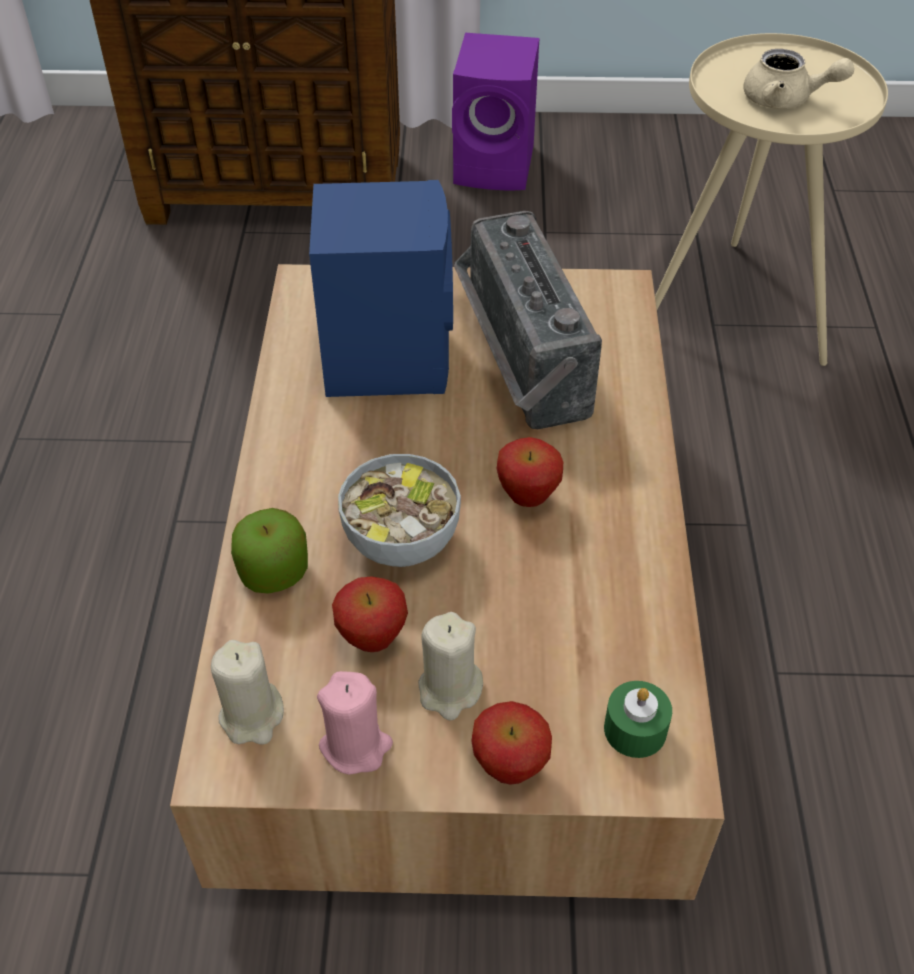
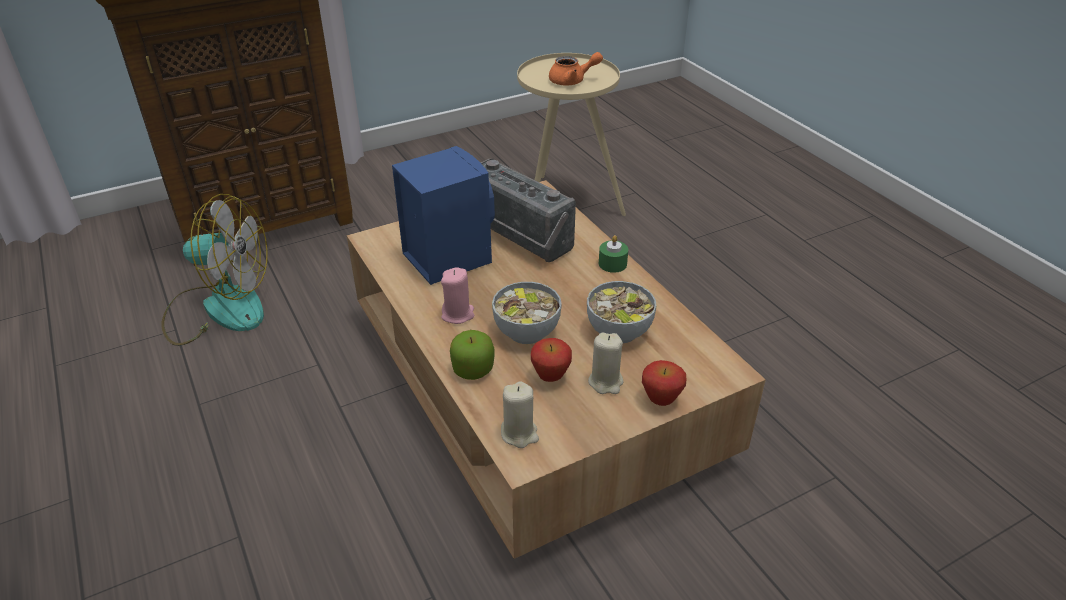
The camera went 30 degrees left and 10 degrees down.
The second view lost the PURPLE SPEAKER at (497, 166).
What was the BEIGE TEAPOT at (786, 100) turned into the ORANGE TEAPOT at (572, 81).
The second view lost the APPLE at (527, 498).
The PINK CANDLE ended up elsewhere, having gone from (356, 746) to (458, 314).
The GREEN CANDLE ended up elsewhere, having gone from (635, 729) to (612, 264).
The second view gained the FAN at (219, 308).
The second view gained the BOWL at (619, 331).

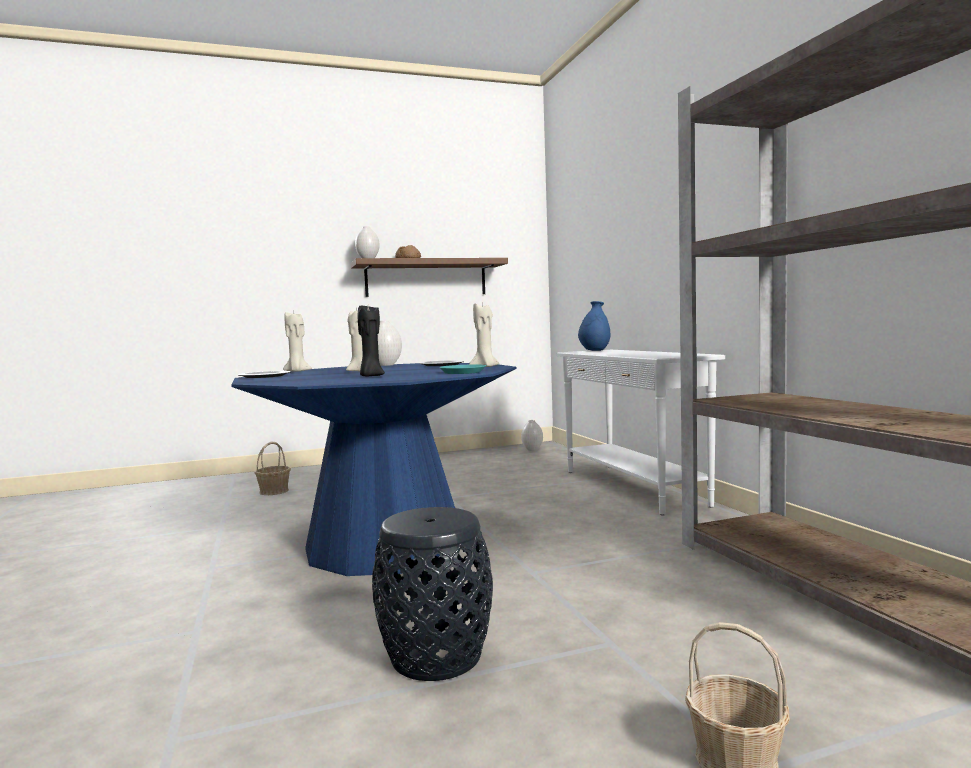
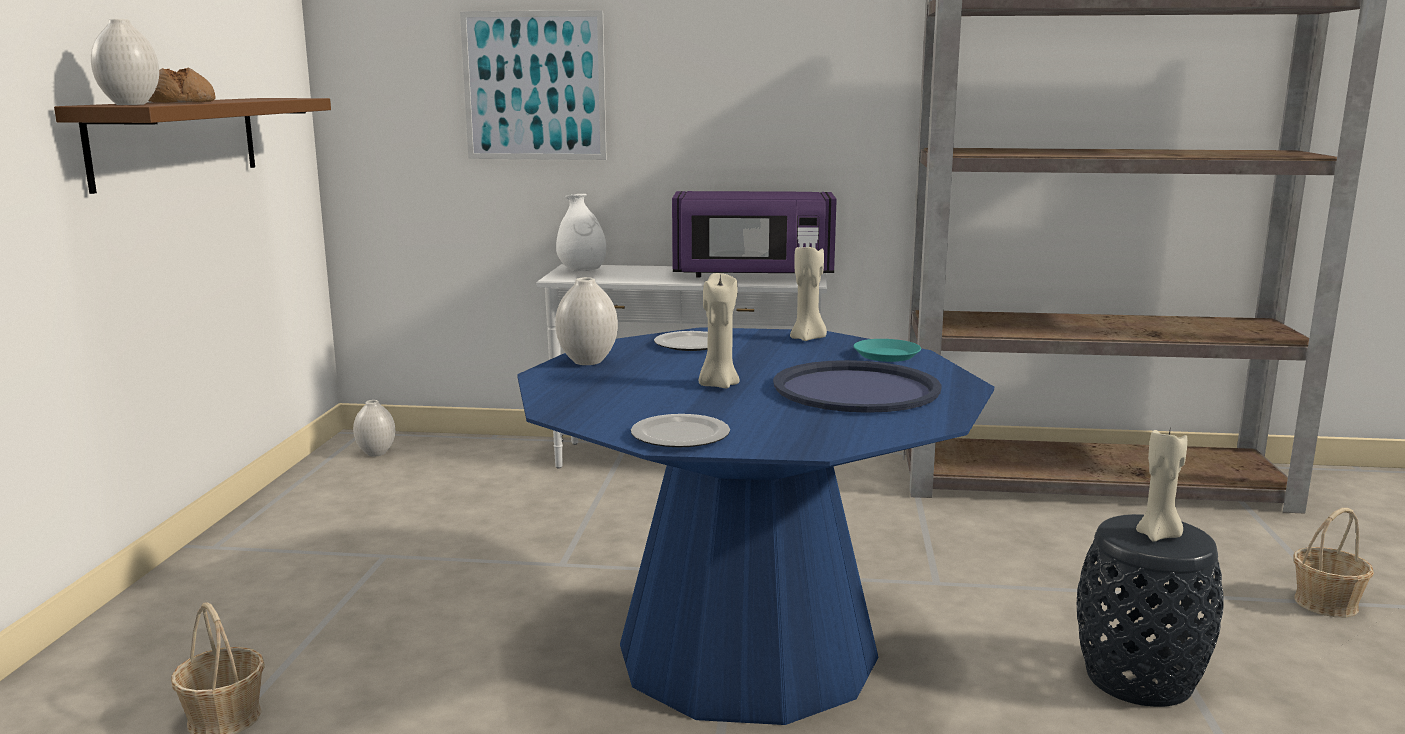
The camera went 65 degrees left and 10 degrees up.
What was the BLUE VASE at (594, 351) turned into the WHITE VASE at (582, 272).
Where the BLACK CANDLE stood at (371, 376), the BLUE TRAY came to stand at (856, 389).
The BEIGE CANDLE ended up elsewhere, having gone from (297, 371) to (1158, 536).
The second view gained the PICTURE at (534, 86).
The second view gained the PURPLE MICROWAVE at (752, 275).

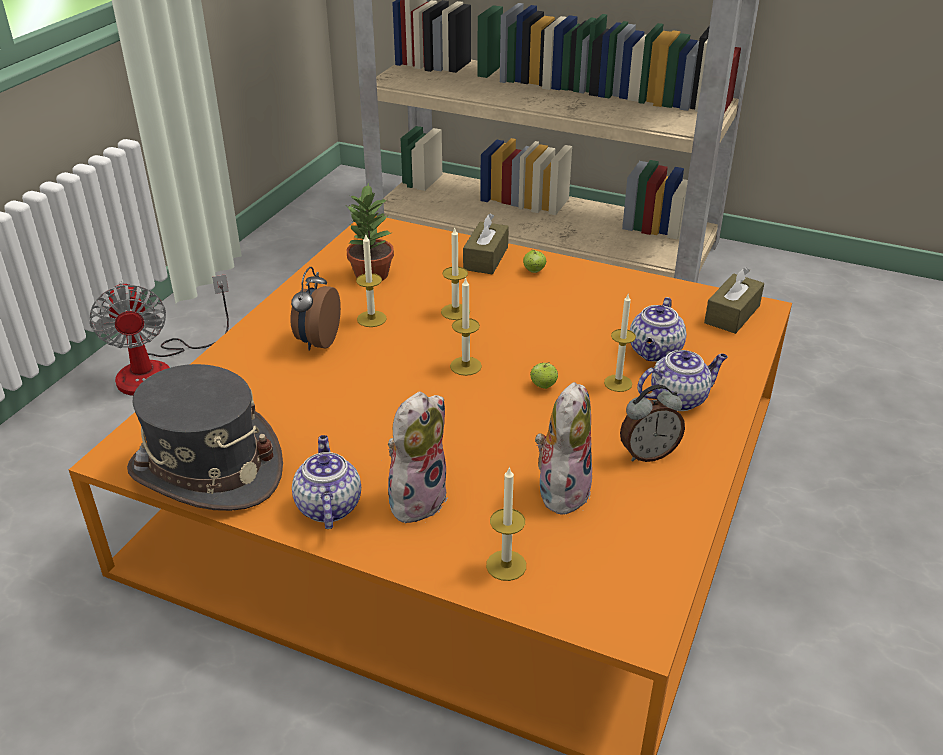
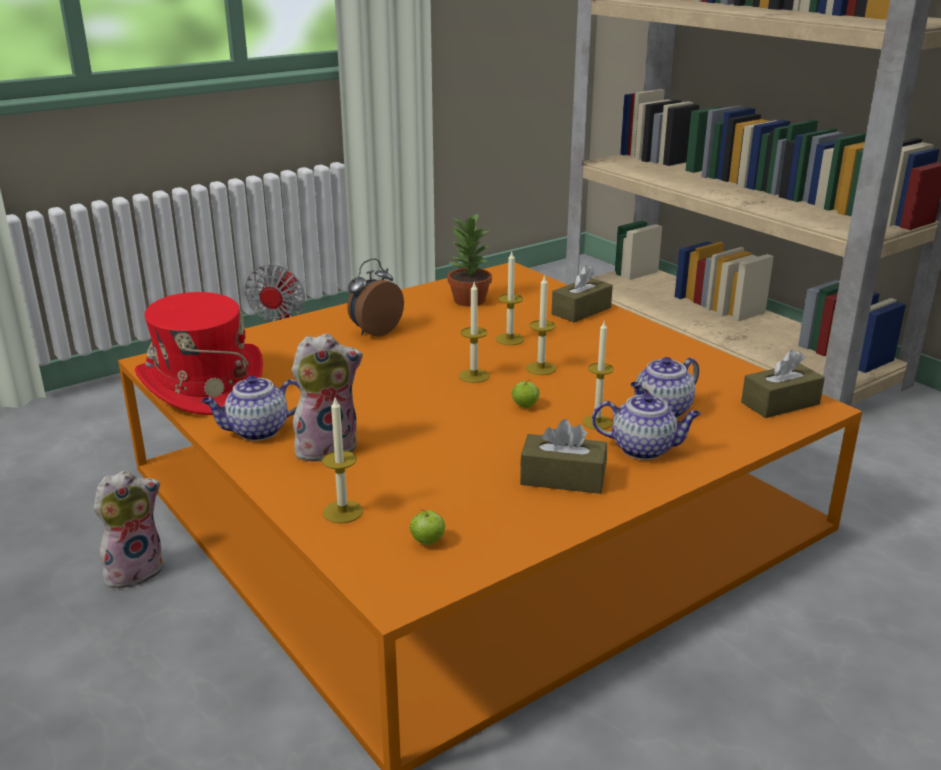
The camera went 30 degrees right and 10 degrees down.
The CANDLE ended up elsewhere, having gone from (371, 319) to (541, 368).
The APPLE ended up elsewhere, having gone from (534, 271) to (427, 542).
What was the GREY HAT at (207, 470) turned into the RED HAT at (201, 385).
The PLUSH TOY ended up elsewhere, having gone from (561, 489) to (135, 570).
Where the ALARM CLOCK stood at (648, 453), the BROWN TISSUE BOX came to stand at (563, 478).
The TEAPOT at (328, 506) ended up facing another way, 135 degrees counterclockwise from before.

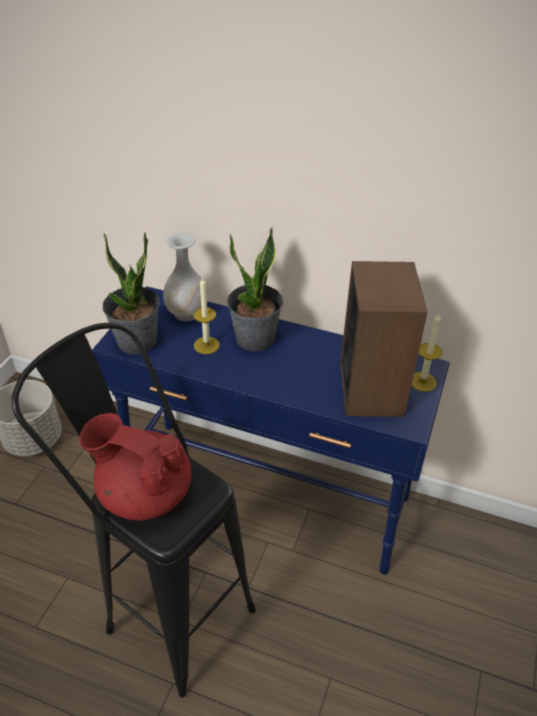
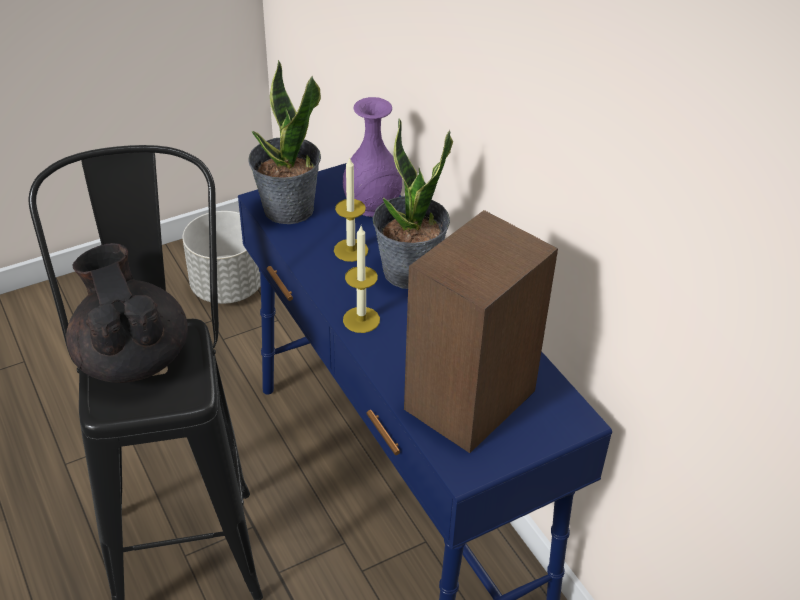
The camera went 40 degrees right and 0 degrees up.
What was the WHITE VASE at (187, 313) turned into the PURPLE VASE at (372, 206).
The CANDLE ended up elsewhere, having gone from (422, 382) to (361, 320).
What was the RED TEAPOT at (144, 493) turned into the BLACK TEAPOT at (132, 358).

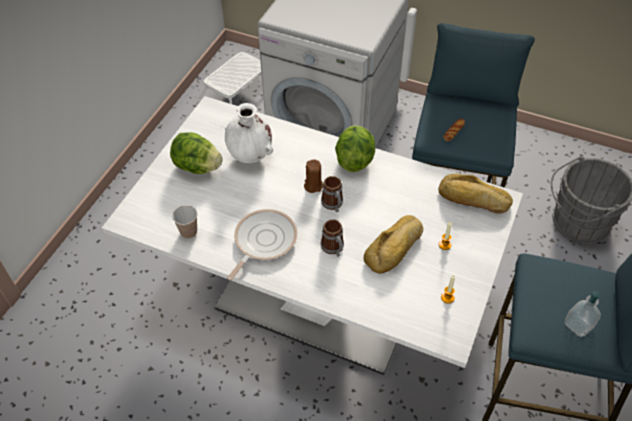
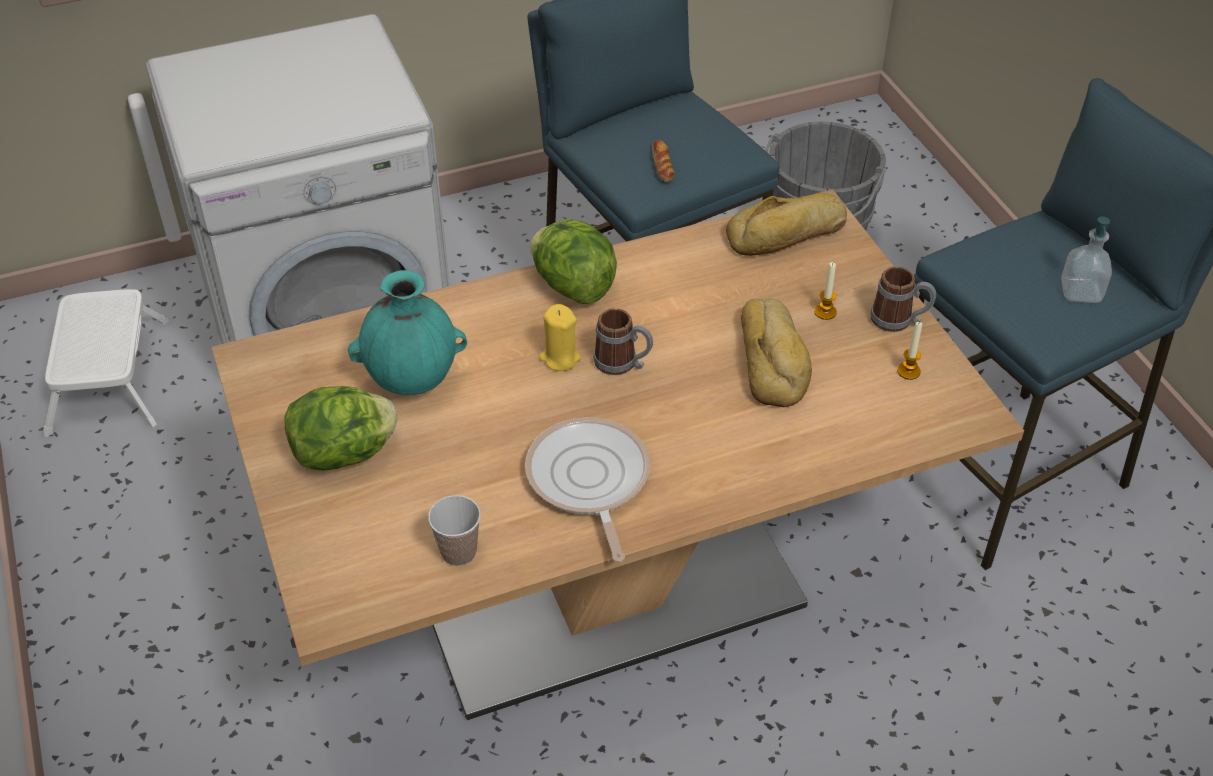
The camera went 45 degrees left and 5 degrees down.
What was the WHITE DINING TABLE at (316, 301) turned into the BROWN DINING TABLE at (606, 586).
What was the WHITE VASE at (250, 157) turned into the TURQUOISE VASE at (413, 383).
What was the BROWN CANDLE at (313, 185) turned into the YELLOW CANDLE at (559, 358).
The MUG ended up elsewhere, having gone from (334, 249) to (899, 321).

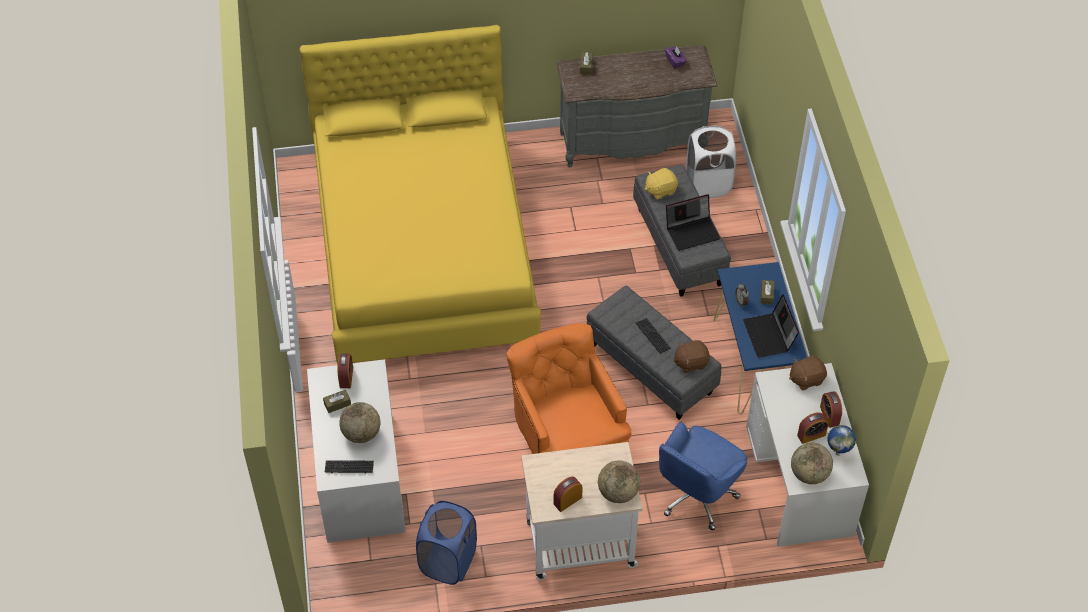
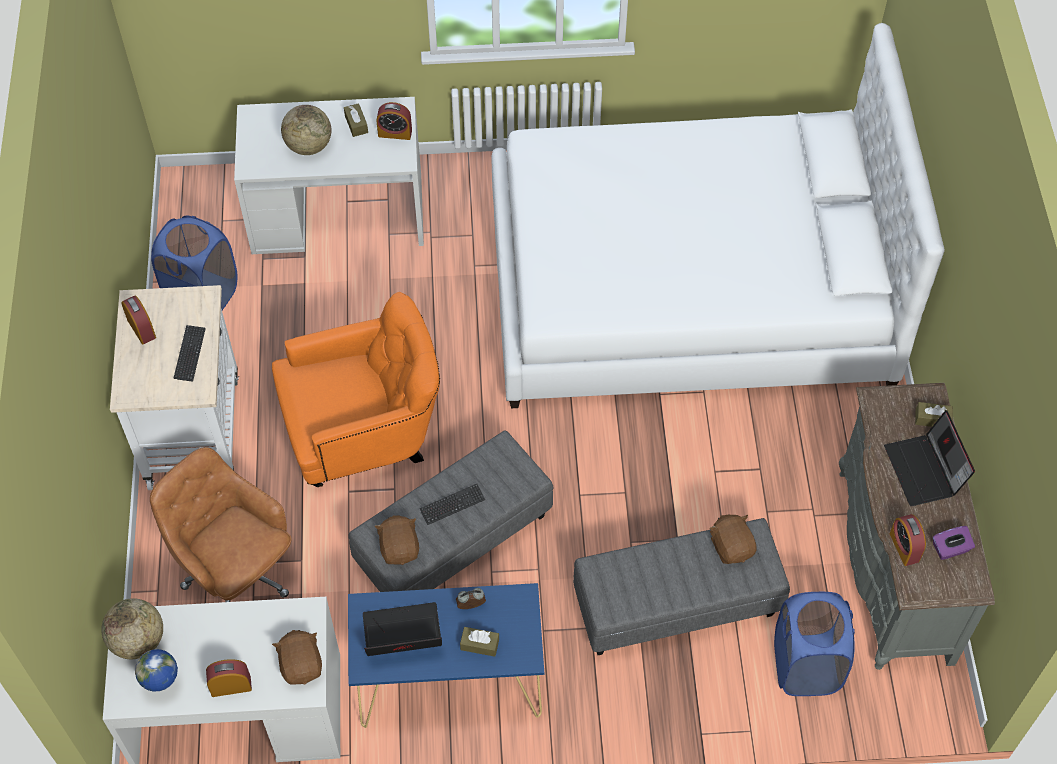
The camera went 95 degrees right and 5 degrees up.
What was the YELLOW BED at (424, 248) turned into the WHITE BED at (689, 289).
What was the WHITE LAUNDRY BASKET at (708, 184) turned into the BLUE LAUNDRY BASKET at (806, 666).
What was the YELLOW PLUSH TOY at (660, 190) turned into the BROWN PLUSH TOY at (731, 546).
The LAPTOP ended up elsewhere, having gone from (692, 231) to (925, 471).
The ALARM CLOCK ended up elsewhere, having gone from (811, 435) to (904, 547).
What was the BLUE OFFICE CHAIR at (696, 495) turned into the BROWN OFFICE CHAIR at (239, 574).
The KEYBOARD ended up elsewhere, having gone from (349, 467) to (190, 354).
The second view lost the GLOBE at (618, 492).

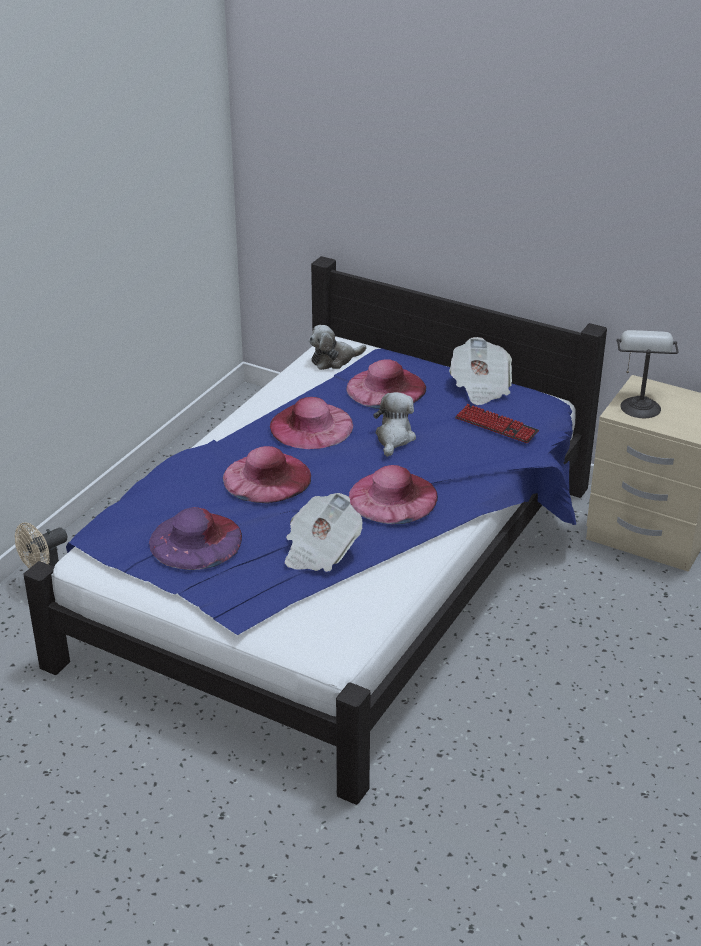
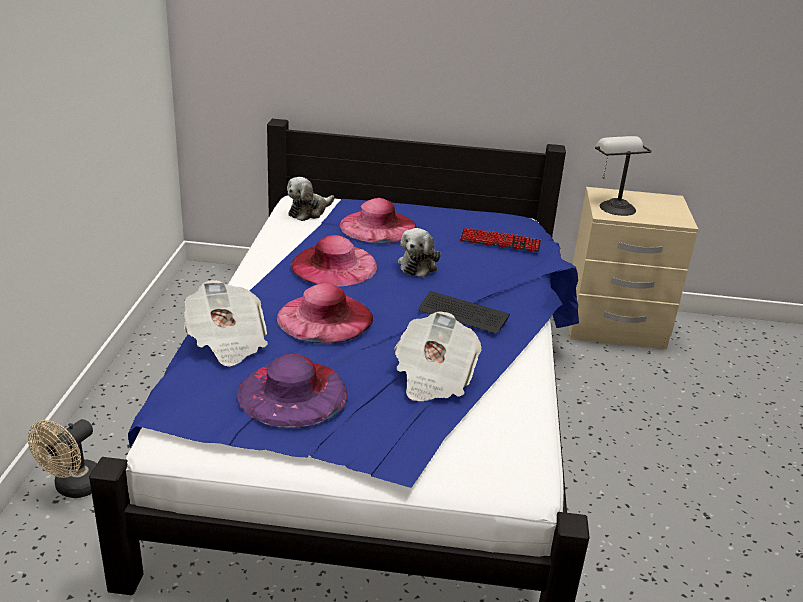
The camera went 25 degrees left and 5 degrees down.
The NEWSPAPER ended up elsewhere, having gone from (480, 387) to (227, 342).
The PLUSH TOY at (394, 438) ended up facing another way, 150 degrees counterclockwise from before.
Where the PINK HAT stood at (393, 497), the KEYBOARD came to stand at (463, 314).

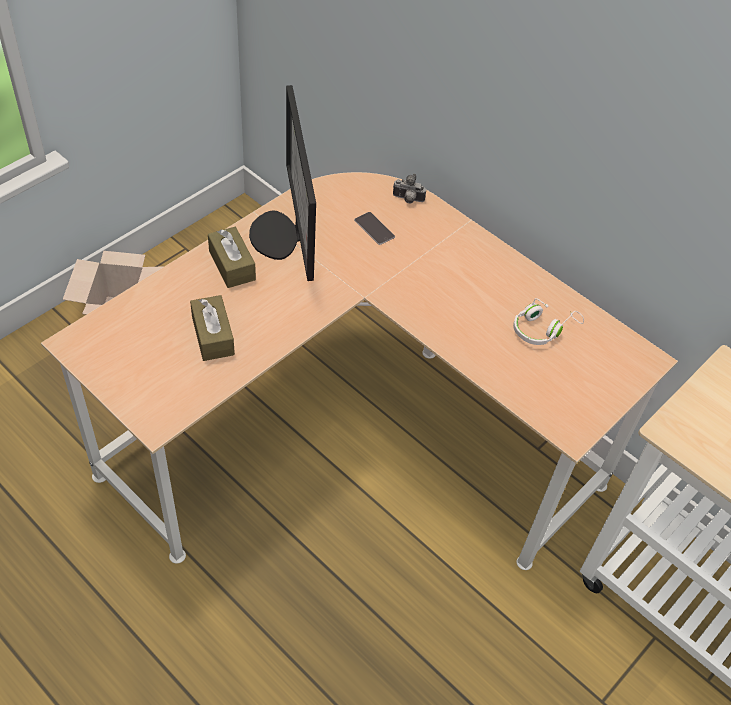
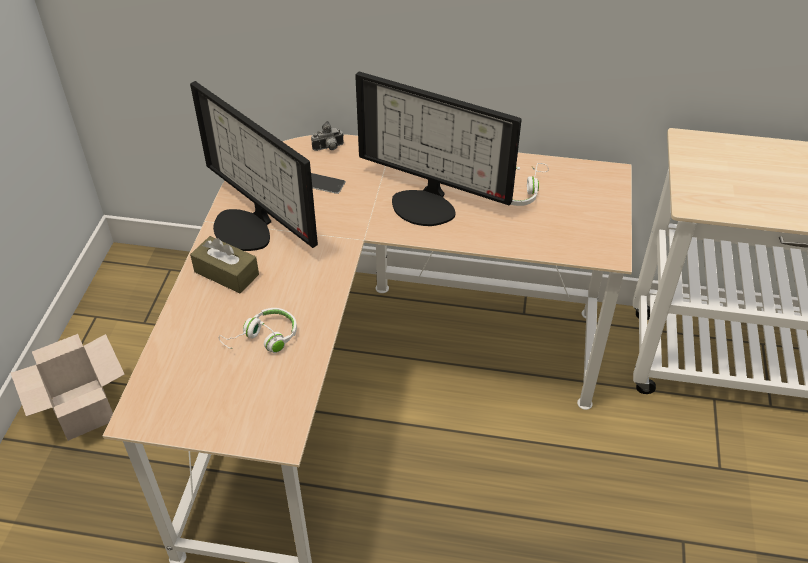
The camera went 30 degrees left and 5 degrees down.
Where the BROWN TISSUE BOX stood at (213, 336), the WHITE HEADPHONES came to stand at (263, 339).
The second view gained the MONITOR at (427, 203).

